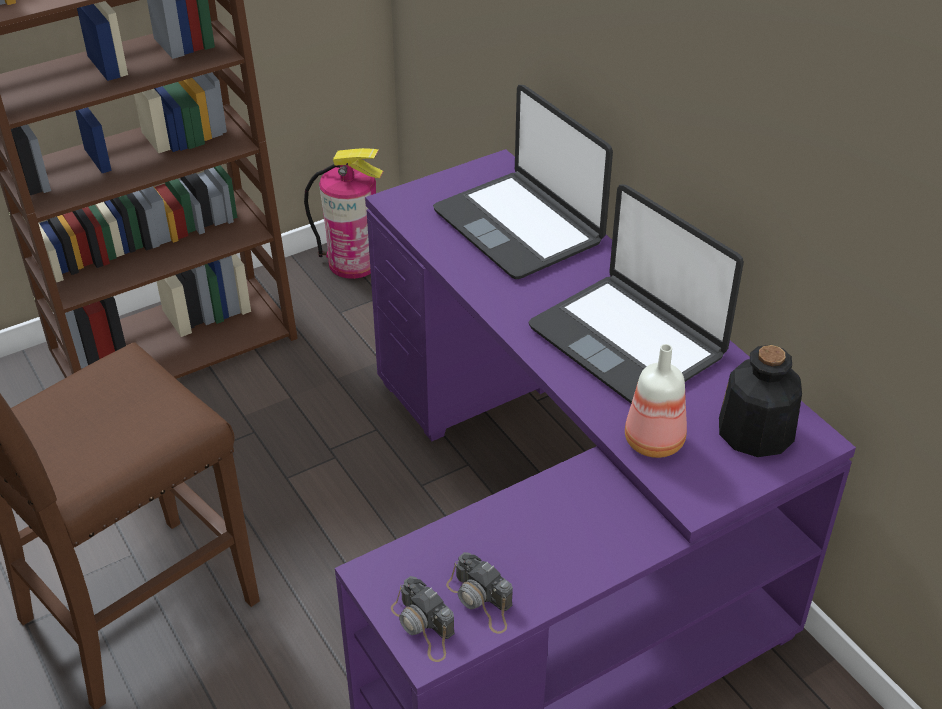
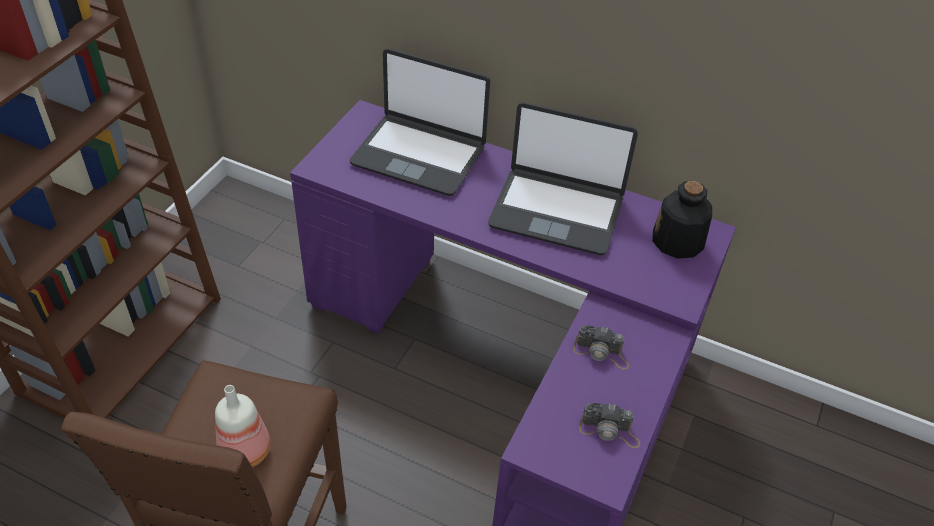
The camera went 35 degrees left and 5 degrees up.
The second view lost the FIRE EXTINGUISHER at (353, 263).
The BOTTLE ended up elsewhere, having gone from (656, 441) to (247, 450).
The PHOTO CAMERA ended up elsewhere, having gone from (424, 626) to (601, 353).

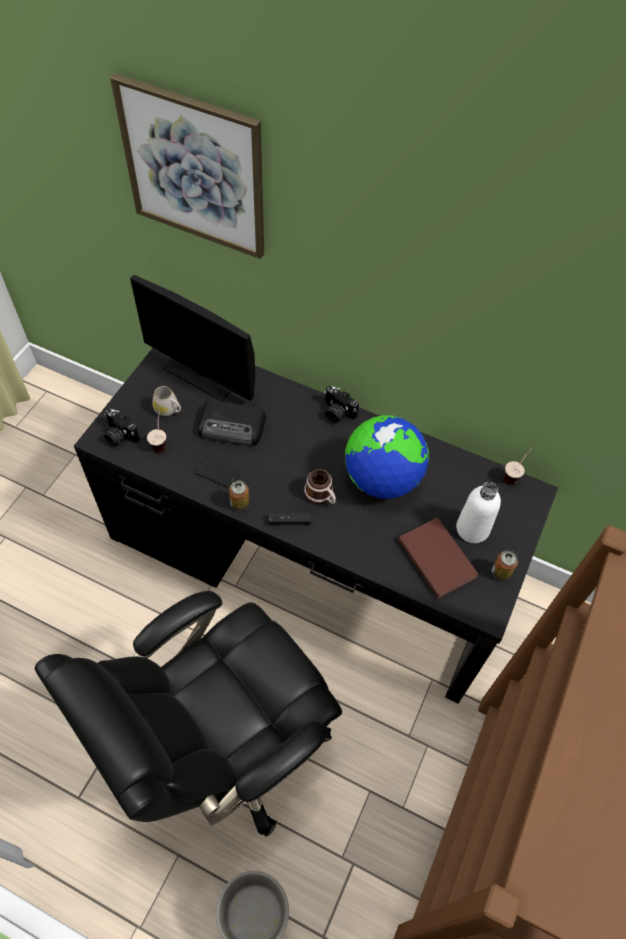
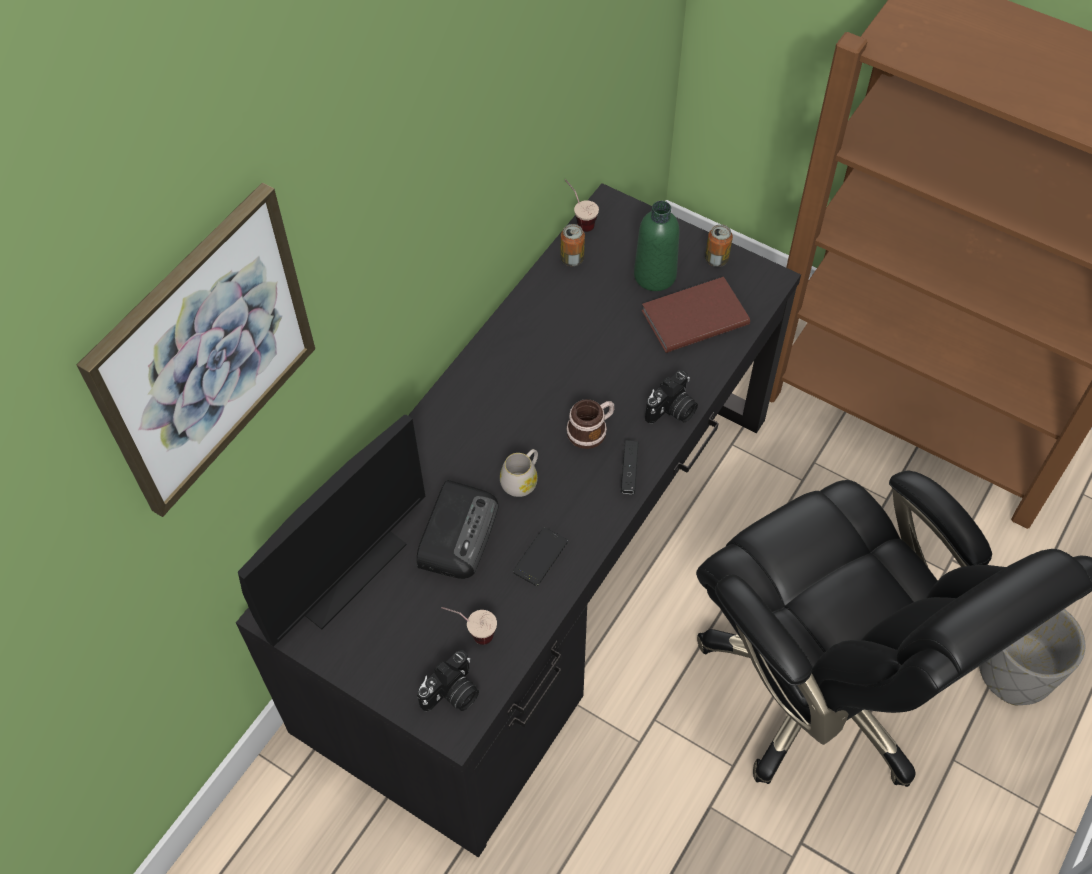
The camera went 80 degrees left and 0 degrees up.
The WHITE MUG ended up elsewhere, having gone from (169, 410) to (522, 480).
The PHOTO CAMERA ended up elsewhere, having gone from (337, 413) to (672, 411).
The second view lost the GLOBE at (382, 479).
The CAN ended up elsewhere, having gone from (240, 504) to (572, 259).
What was the WHITE BOTTLE at (472, 529) turned into the GREEN BOTTLE at (655, 275).

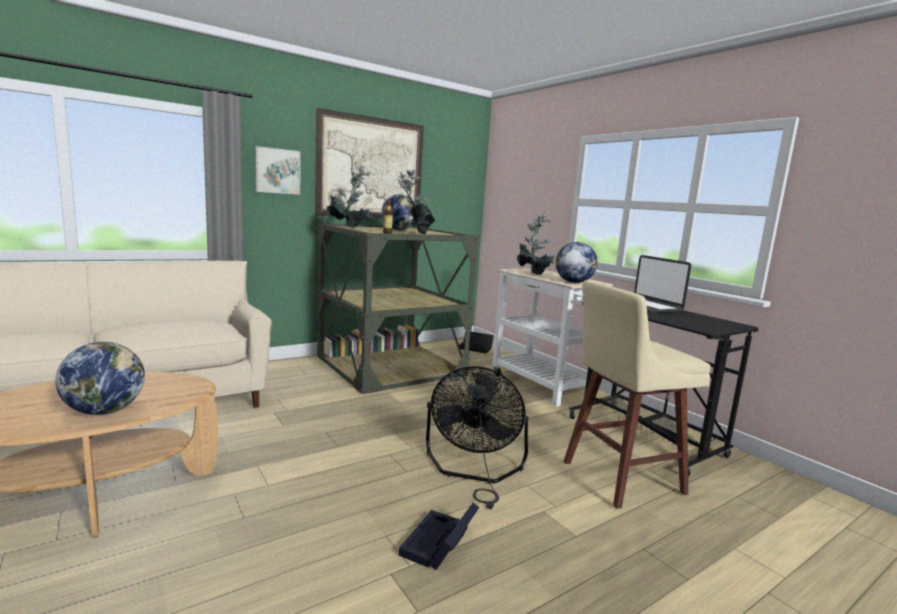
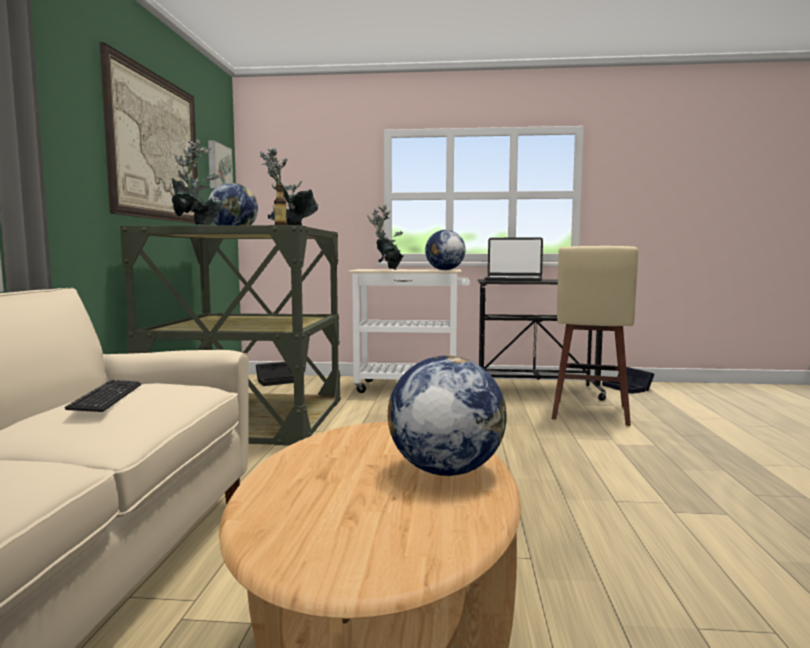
The camera went 50 degrees left and 5 degrees down.
The PICTURE ended up elsewhere, having gone from (277, 171) to (218, 167).
The second view lost the BLACK FAN at (474, 472).
The BLACK STORAGE BOX ended up elsewhere, having gone from (438, 545) to (628, 388).
The second view gained the KEYBOARD at (106, 398).

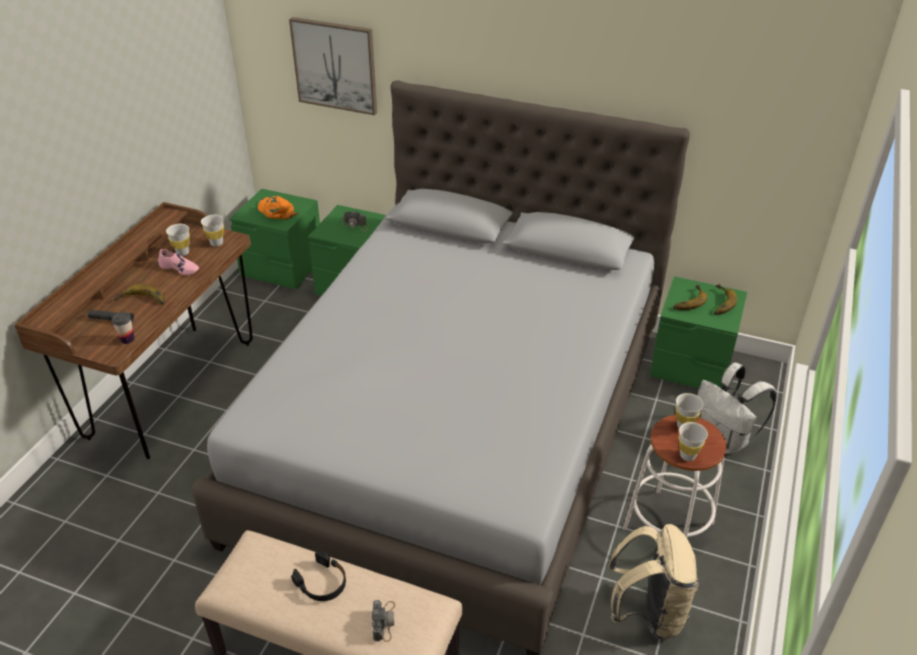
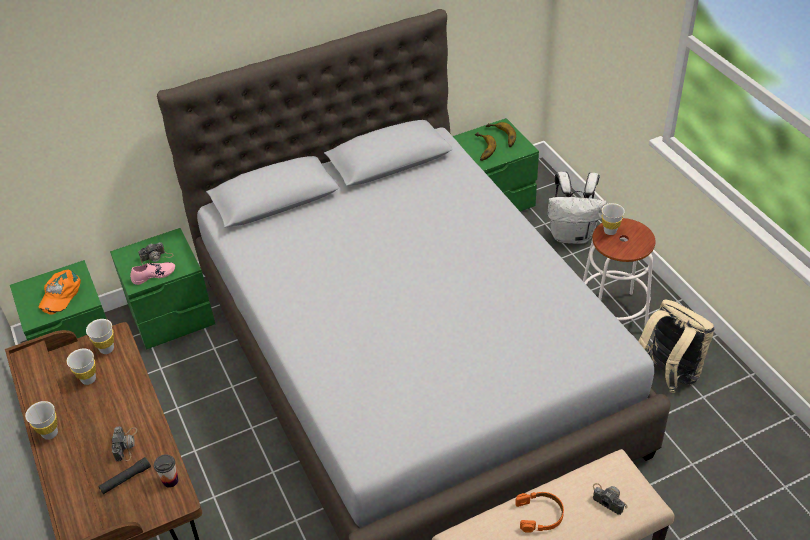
The camera went 45 degrees left and 5 degrees up.
The second view lost the PICTURE at (335, 65).
The ORANGE CAP at (276, 211) ended up facing another way, 75 degrees counterclockwise from before.
The PINK SHOE ended up elsewhere, having gone from (180, 268) to (153, 275).
Where the BANANA stood at (141, 301), the PHOTO CAMERA came to stand at (126, 444).
The WHITE CUP ended up elsewhere, having gone from (687, 455) to (50, 433).
What was the BLACK HEADPHONES at (322, 582) turned into the ORANGE HEADPHONES at (540, 515).

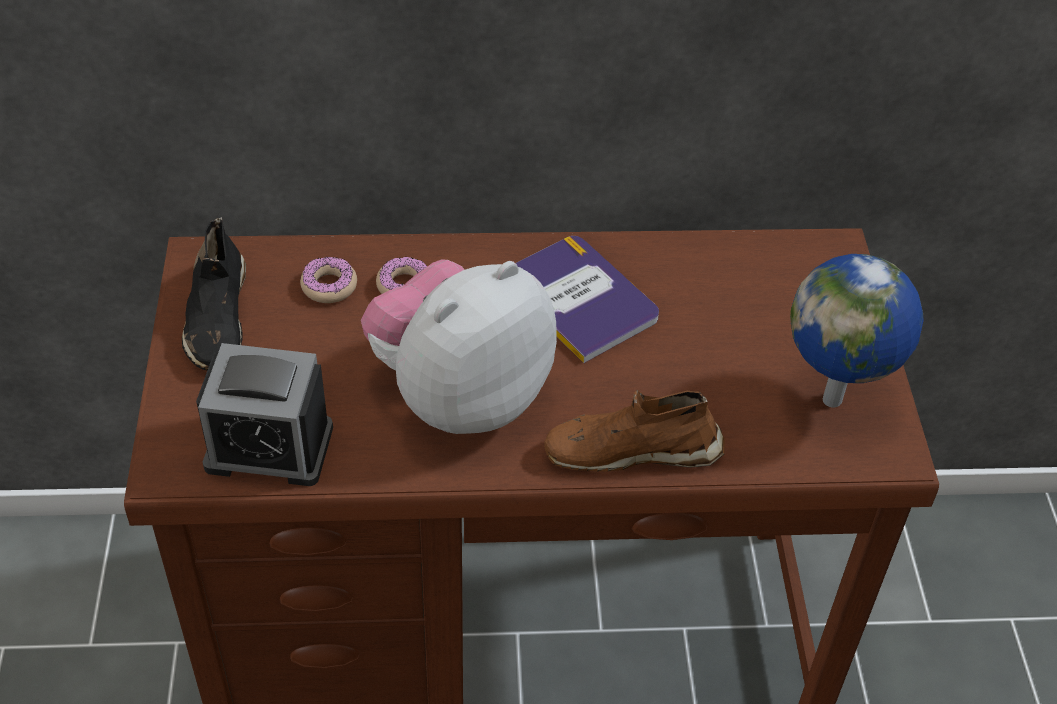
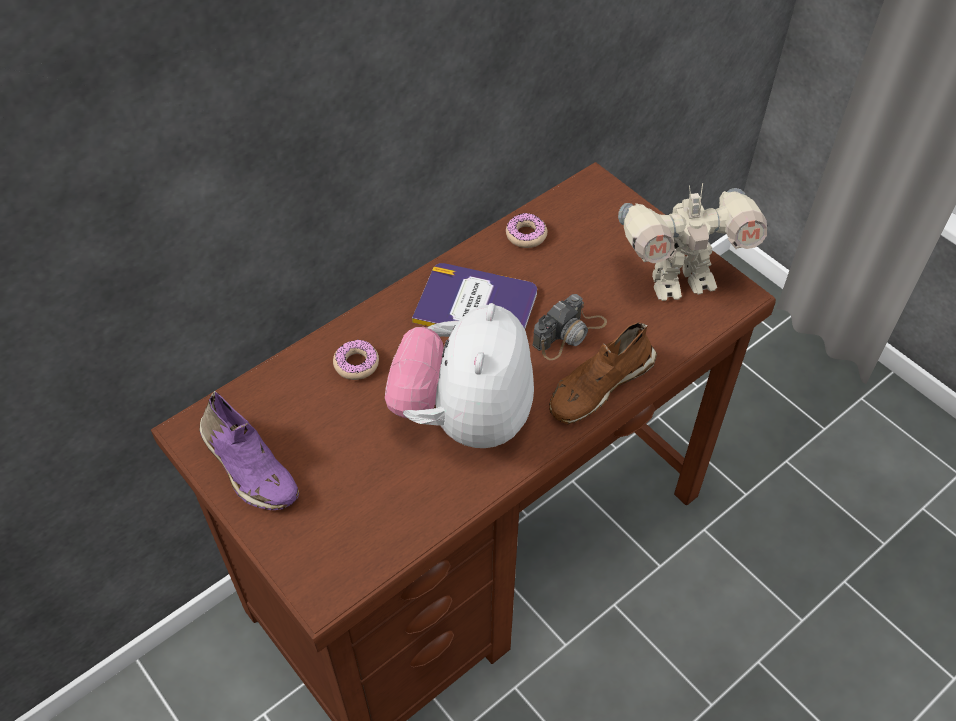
The camera went 35 degrees left and 5 degrees up.
What was the BLACK SHOE at (217, 318) turned into the PURPLE SHOE at (248, 466).
Where the GLOBE stood at (835, 400), the TOY ROBOT came to stand at (679, 281).
The DONUT ended up elsewhere, having gone from (329, 286) to (526, 235).
The second view lost the ALARM CLOCK at (269, 447).
The second view gained the PHOTO CAMERA at (569, 333).

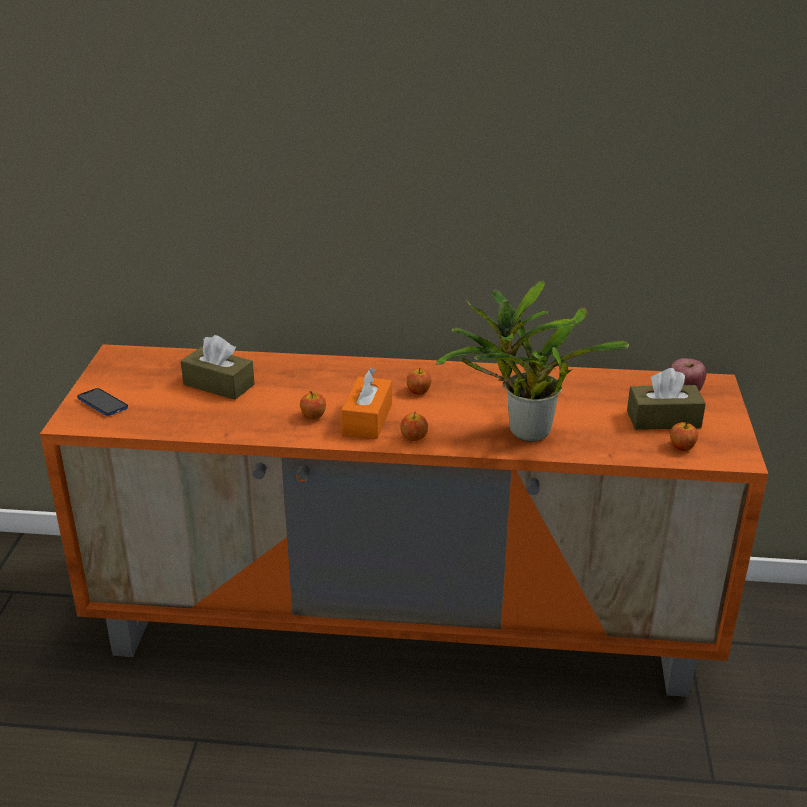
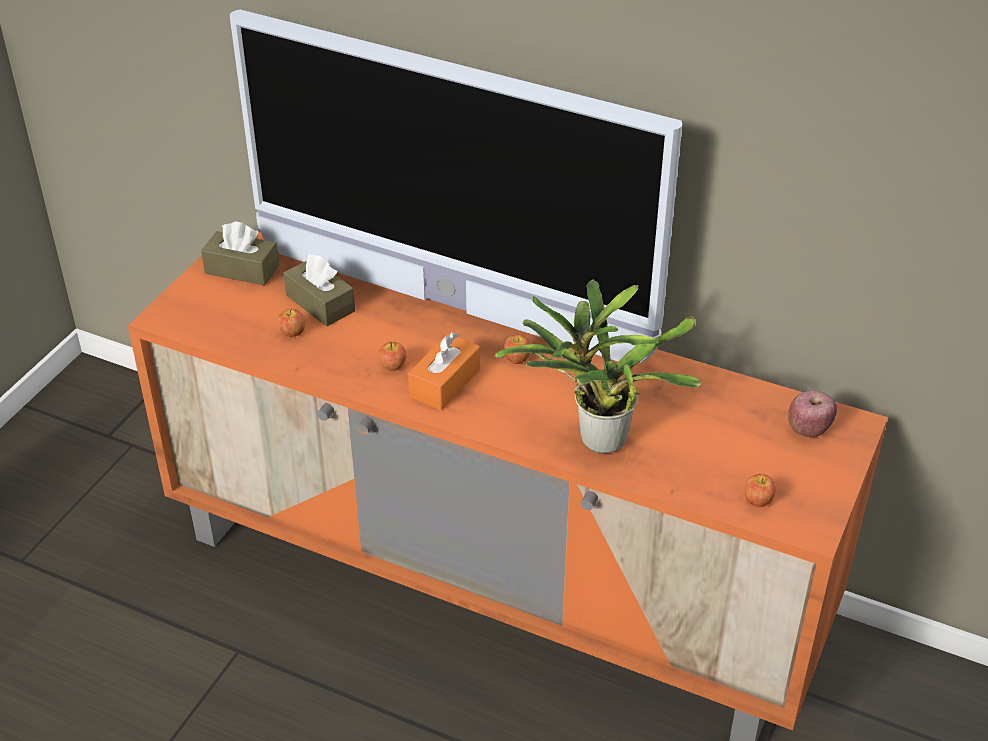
The camera went 20 degrees right and 10 degrees up.
The BROWN TISSUE BOX ended up elsewhere, having gone from (663, 419) to (242, 269).
The second view lost the PHONE at (102, 403).
The APPLE ended up elsewhere, having gone from (414, 437) to (292, 332).
The second view gained the TELEVISION at (449, 304).

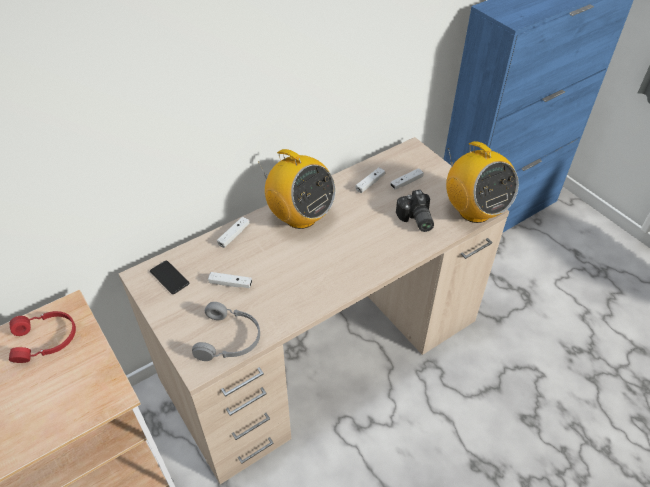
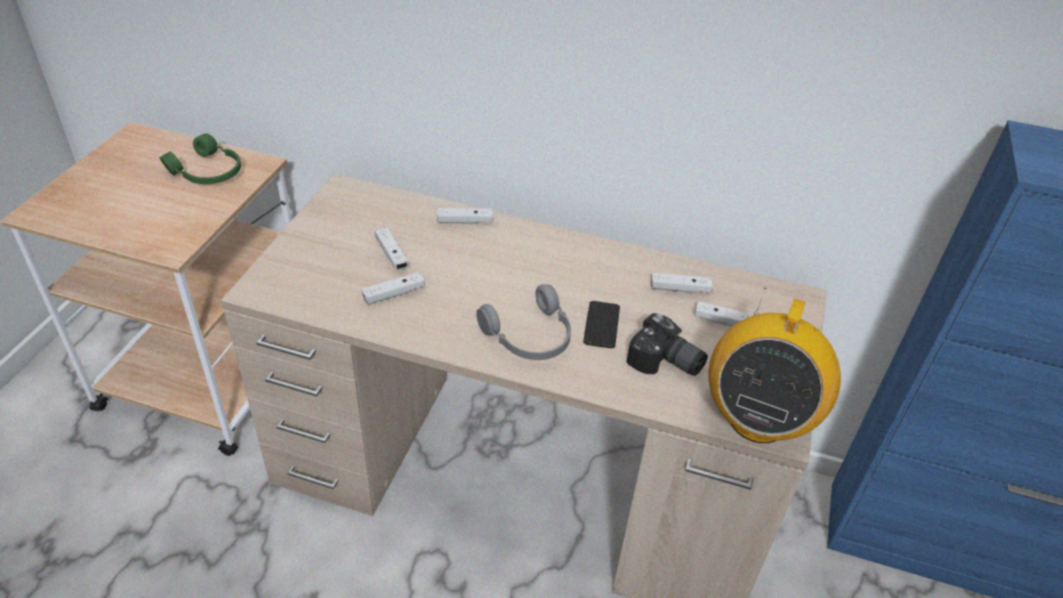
The camera went 50 degrees right and 5 degrees down.
The second view lost the RADIO at (300, 217).
The PHOTO CAMERA at (415, 220) ended up facing another way, 90 degrees counterclockwise from before.
The PHONE ended up elsewhere, having gone from (169, 277) to (601, 325).
The GREY HEADPHONES ended up elsewhere, having gone from (230, 339) to (530, 337).
What was the RED HEADPHONES at (45, 340) turned into the GREEN HEADPHONES at (207, 172).
The second view gained the WHITE GAME CONTROLLER at (394, 293).

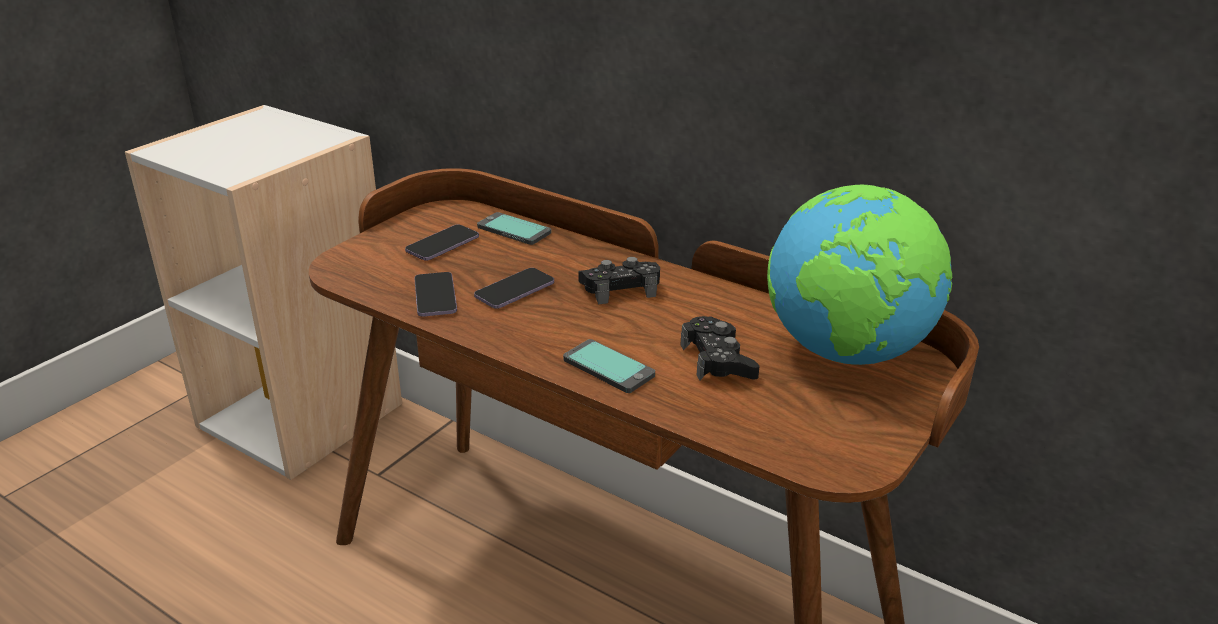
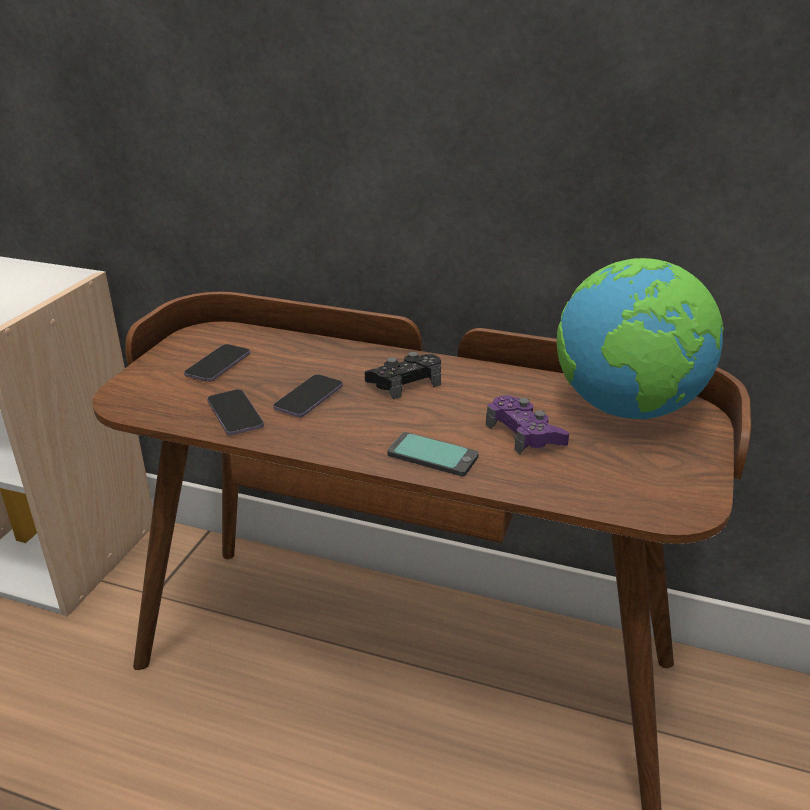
The camera went 15 degrees left and 0 degrees up.
The second view lost the PHONE at (513, 230).
What was the BLACK GAME CONTROLLER at (718, 360) turned into the PURPLE GAME CONTROLLER at (525, 433).

